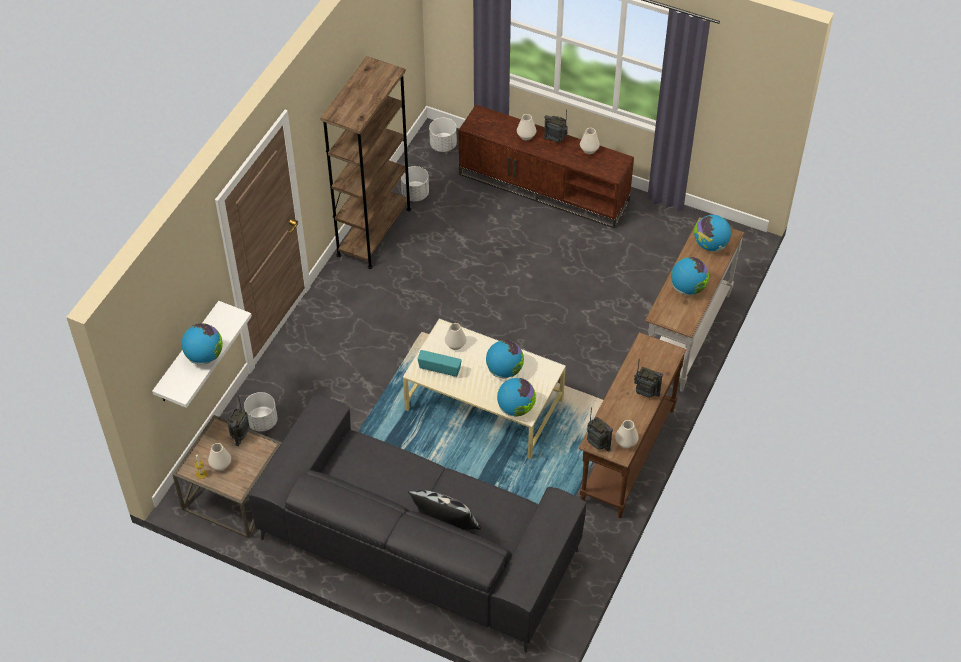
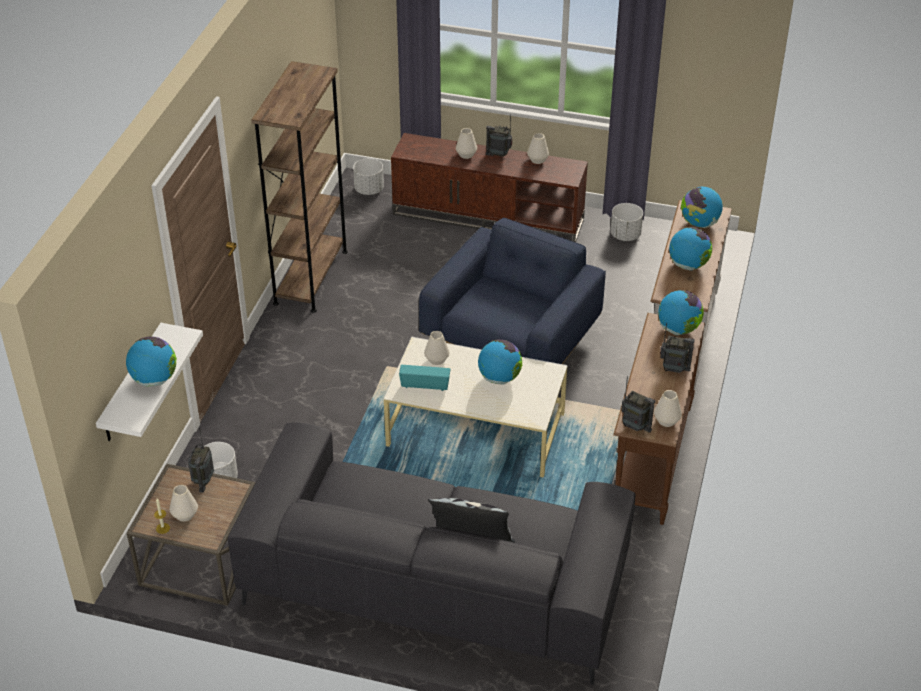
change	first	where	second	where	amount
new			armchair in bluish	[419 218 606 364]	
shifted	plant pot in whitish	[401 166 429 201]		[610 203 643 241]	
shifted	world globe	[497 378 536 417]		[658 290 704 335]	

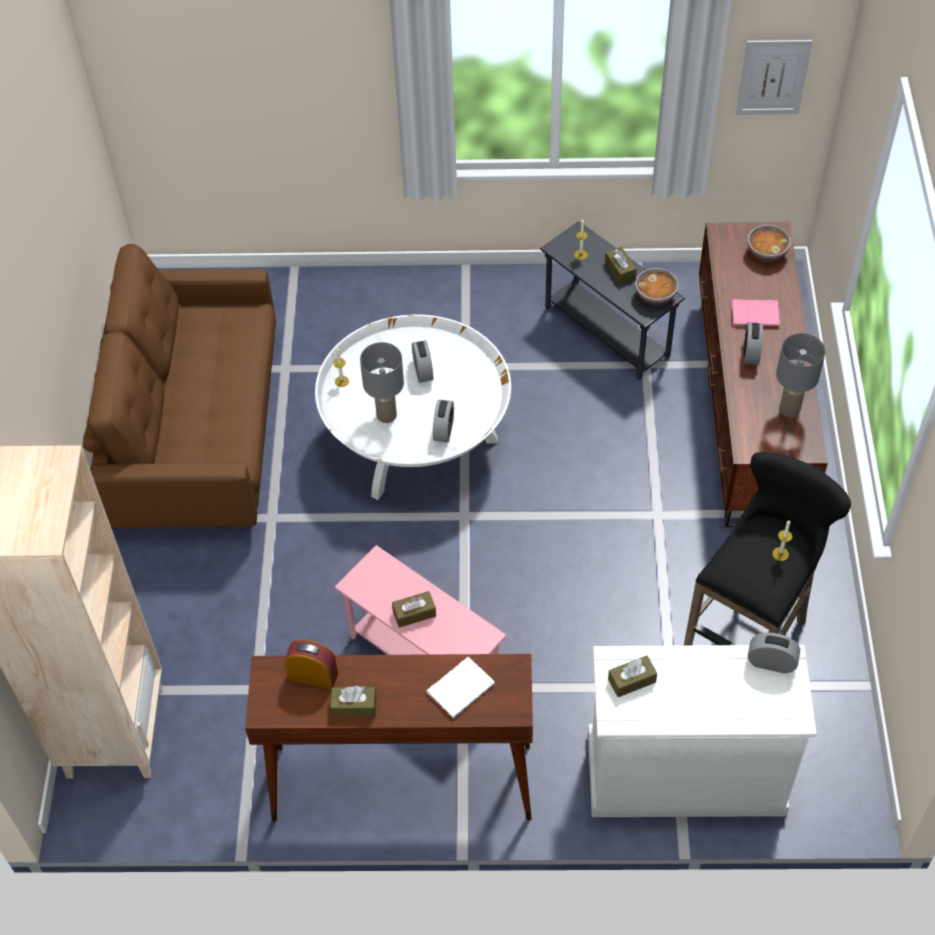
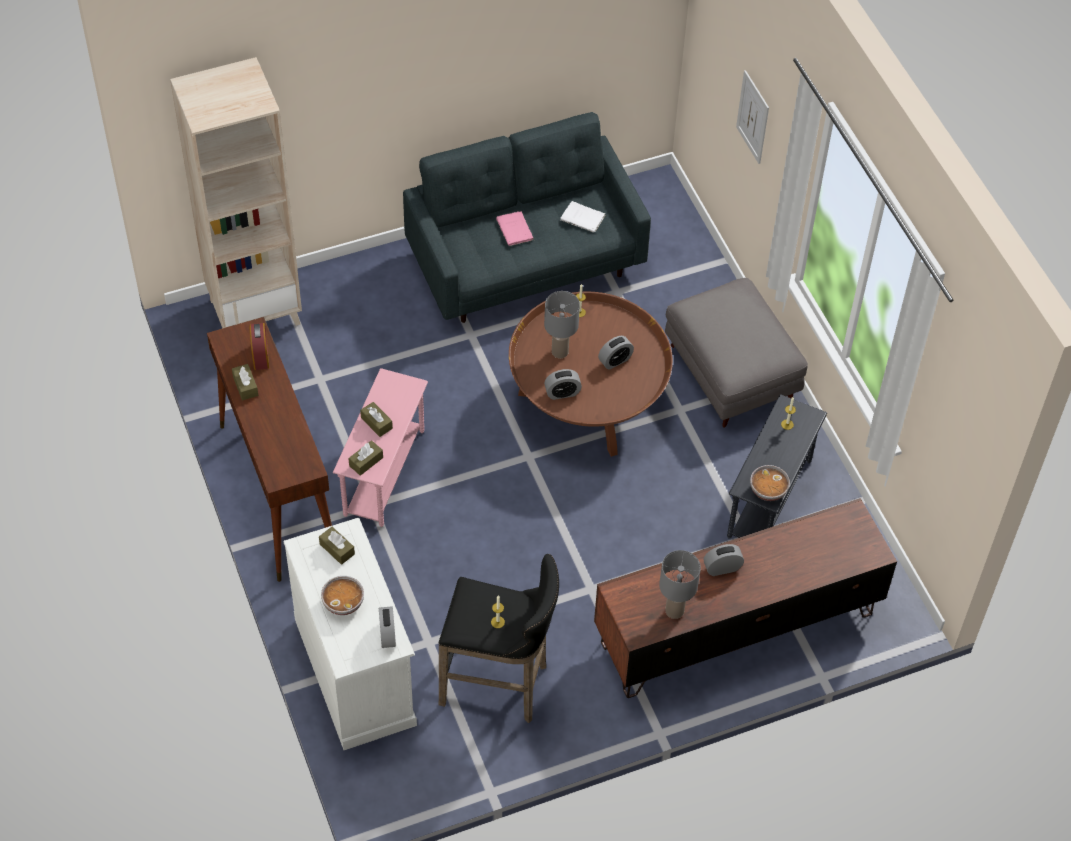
change	first	where	second	where	amount
shifted	bowl	[747 225 791 262]		[321 576 364 615]	
shifted	box of tissues in brown-coloured	[605 247 637 284]		[349 440 383 476]	
repainted	settee in brown-coloured	[83 244 276 527]	settee in gray	[403 112 651 323]	
shifted	volume in pink-coloured	[732 299 780 327]		[496 211 534 246]	
repainted	low table in whitish	[315 315 511 500]	low table in brown-coloured	[509 292 673 457]	
shifted	volume in whitish	[426 657 495 719]		[560 201 606 233]	
new			ottoman in gray	[665 278 808 428]	
shifted	wall art	[736 40 813 115]		[736 70 769 164]	

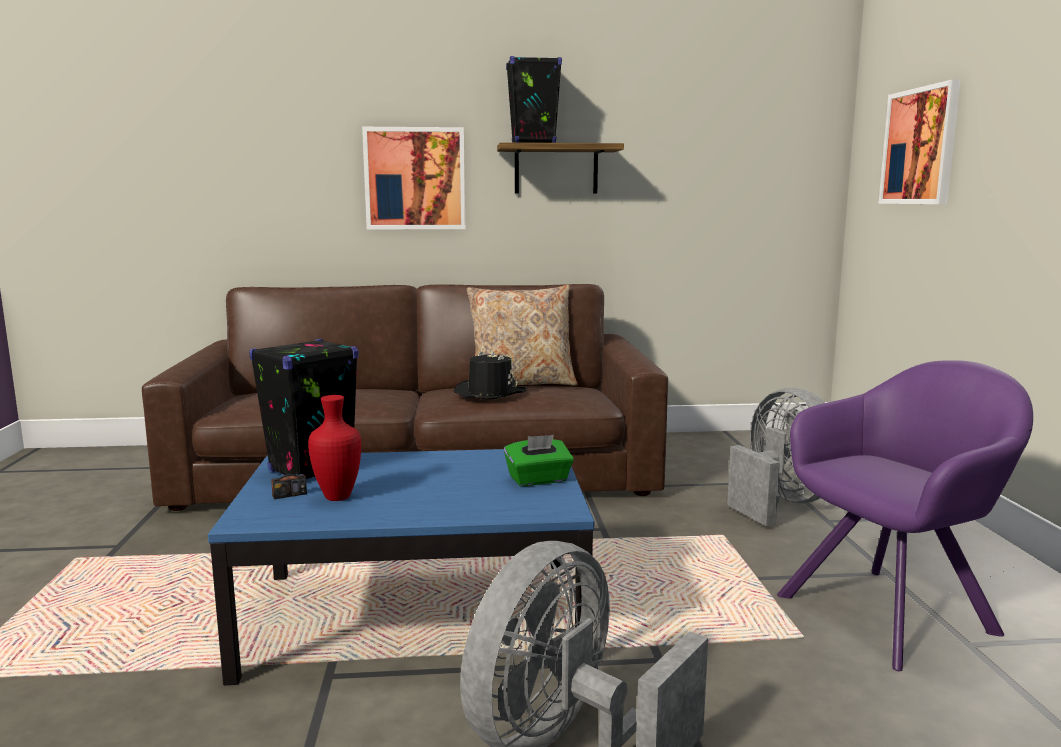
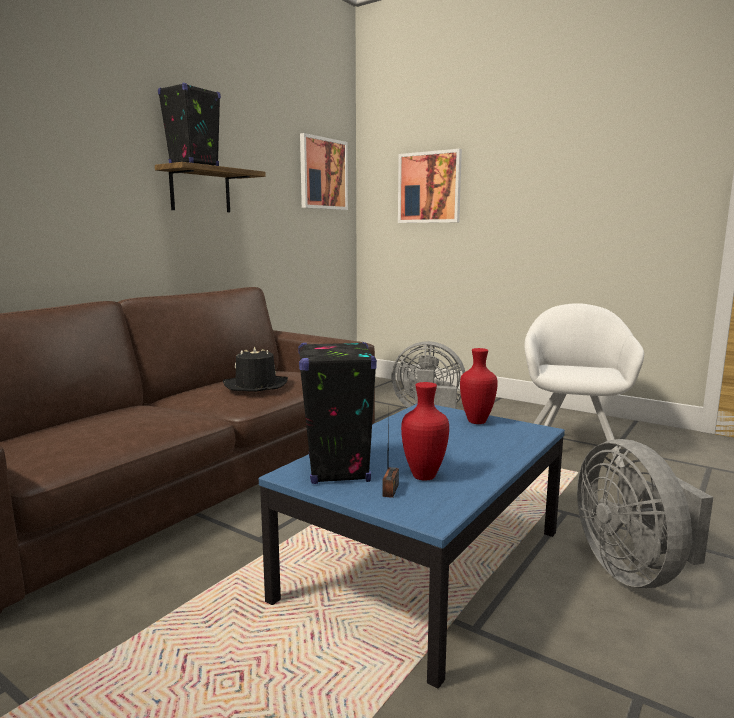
change	first	where	second	where	amount
shifted	wall art	[362 127 466 229]		[300 133 348 210]	
swapped	box of tissues in greenish	[504 435 574 486]	vase in red-coloured	[460 348 498 424]	
repainted	armchair in purple-coloured	[777 360 1033 671]	armchair in whitish	[524 303 644 468]	
gone	throw pillow in beige	[467 285 578 386]			

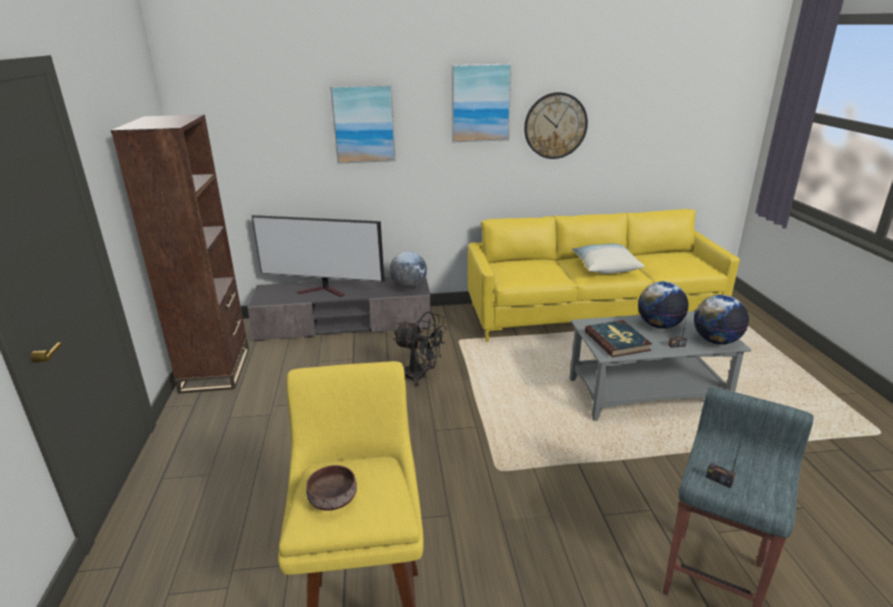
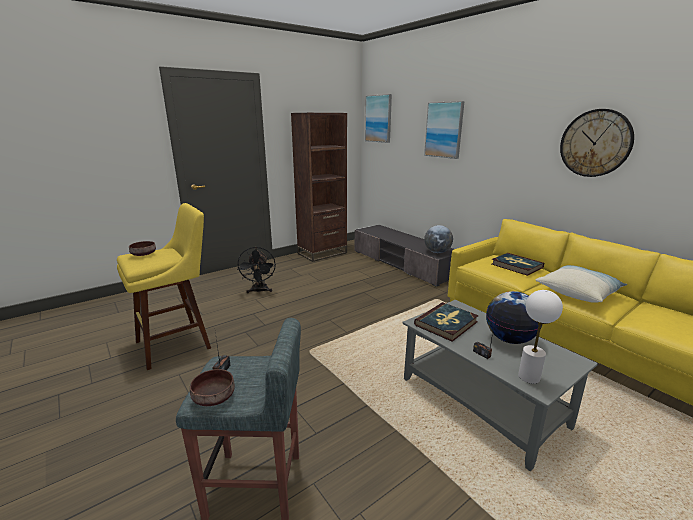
change	first	where	second	where	amount
new			bowl in brown-coloured	[190 369 235 406]	
shifted	fan in black-coloured	[393 311 446 387]		[237 247 276 293]	
shifted	wall art	[451 63 512 142]		[365 94 392 143]	
new			volume	[492 253 544 276]	
swapped	world globe	[694 295 749 345]	lamp for a table in whitish	[518 290 563 384]	
gone	TV	[252 215 384 297]			

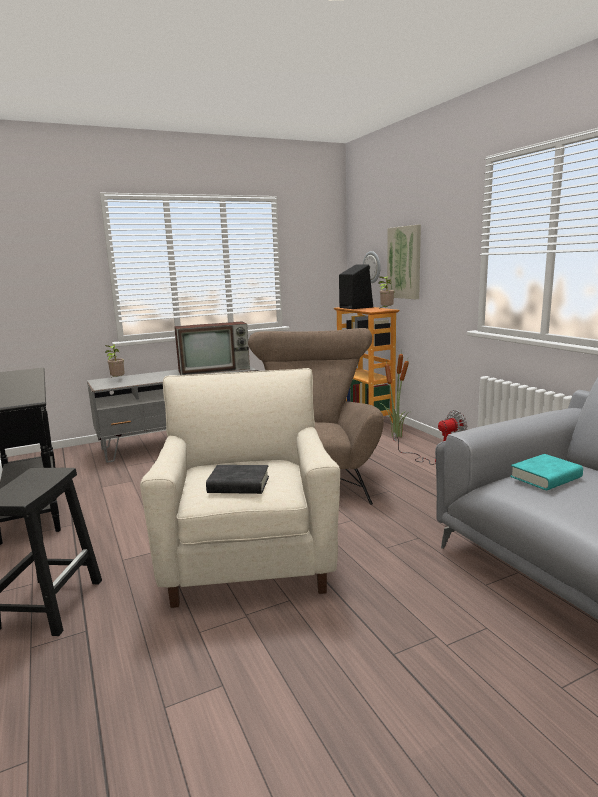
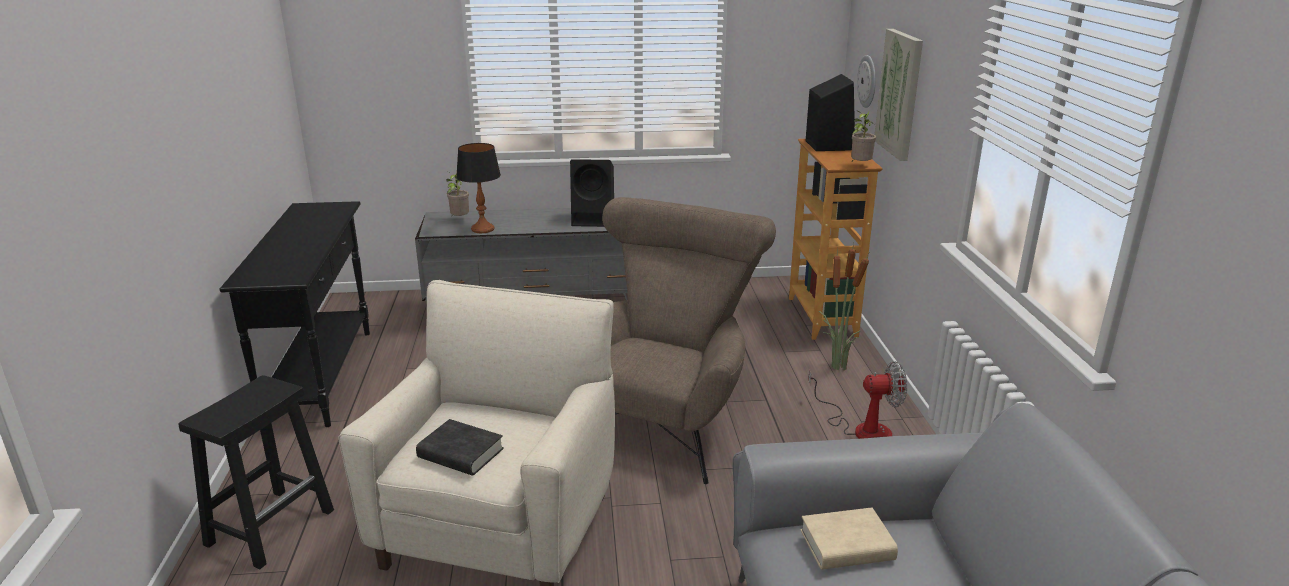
change	first	where	second	where	amount
new			lamp for a table	[456 143 501 233]	
swapped	TV	[174 322 250 375]	speaker in black-coloured	[570 159 614 227]	
repainted	volume in blue-green	[510 454 583 490]	volume in beige	[801 507 898 570]	

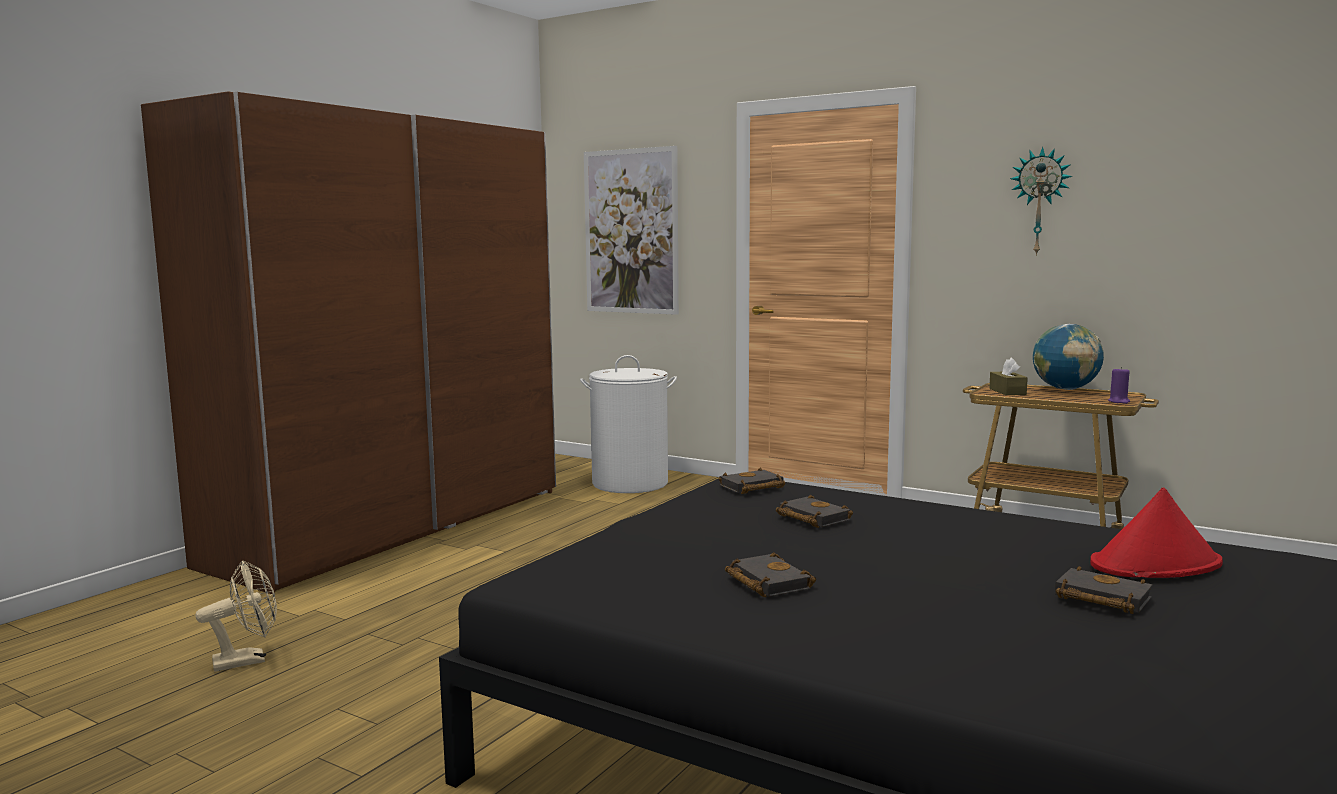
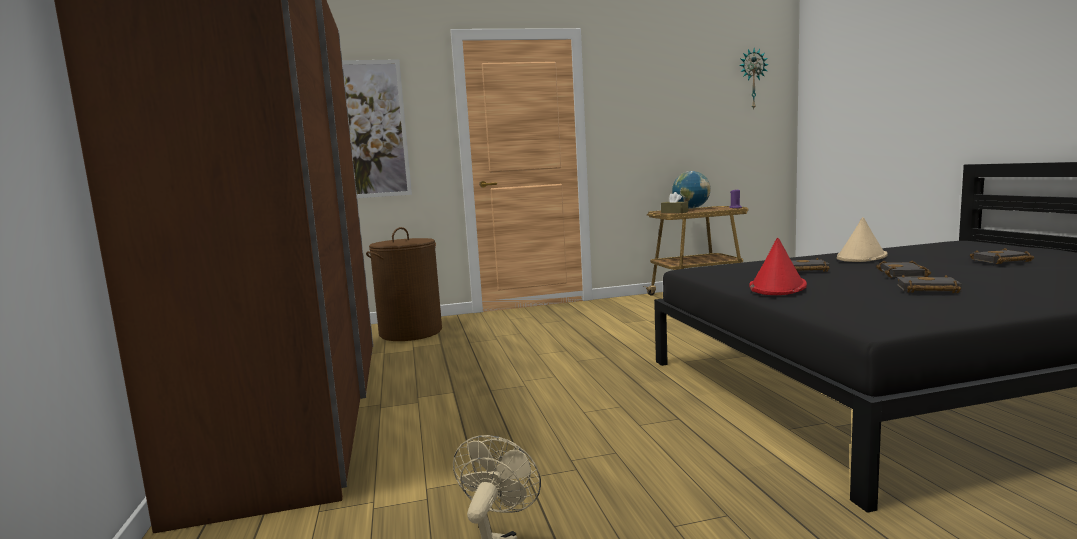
change	first	where	second	where	amount
repainted	hamper in whitish	[580 355 677 493]	hamper in brown-coloured	[366 227 442 341]	
shifted	hanging clock	[1010 147 1072 256]		[739 48 769 109]	
shifted	clothing hat in red-coloured	[1090 488 1223 578]		[749 238 807 295]	
new			clothing hat in beige	[837 217 887 262]	
shifted	volume in black-coloured	[719 468 785 494]		[876 261 931 278]	

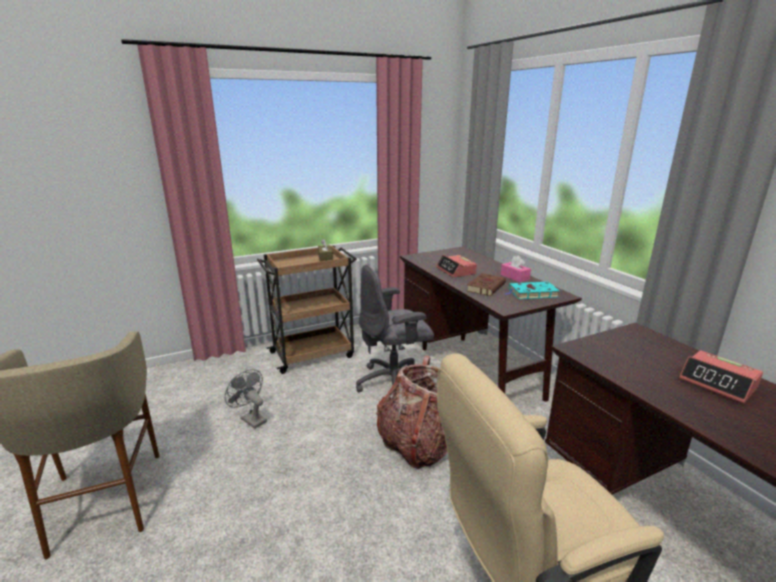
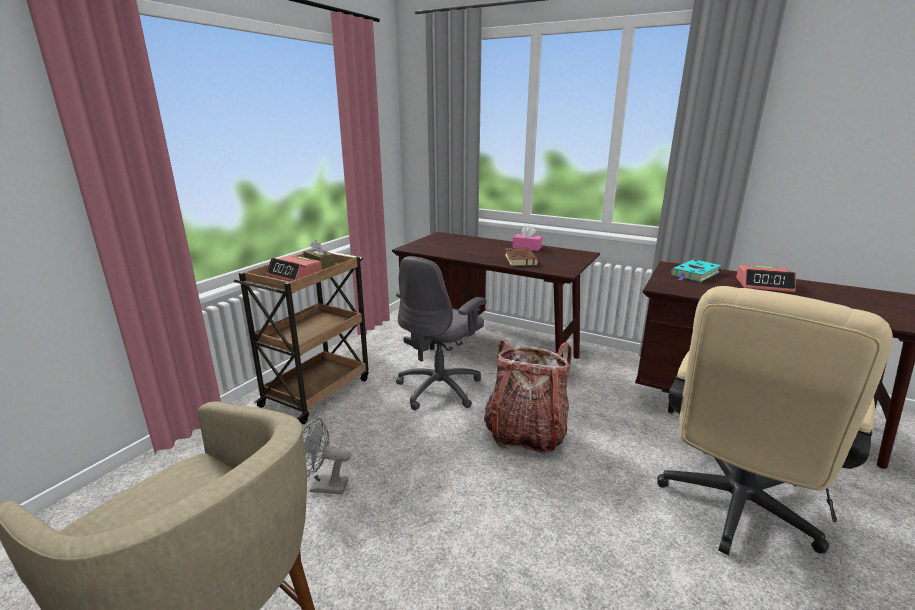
change	first	where	second	where	amount
shifted	alarm clock	[436 255 477 278]		[266 255 322 282]	
shifted	volume in blue-green	[504 282 560 299]		[671 259 721 282]	

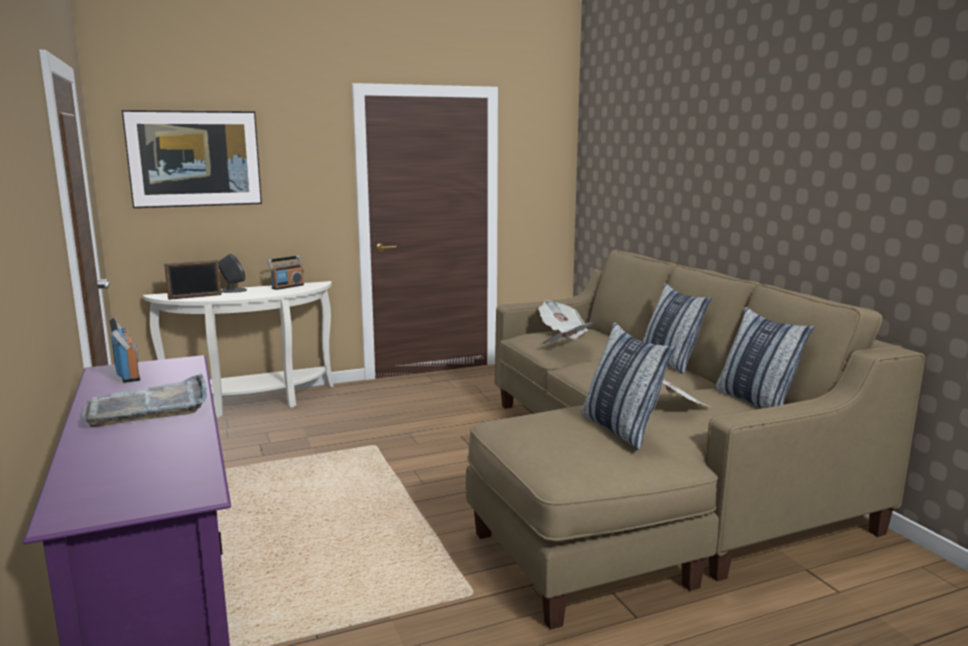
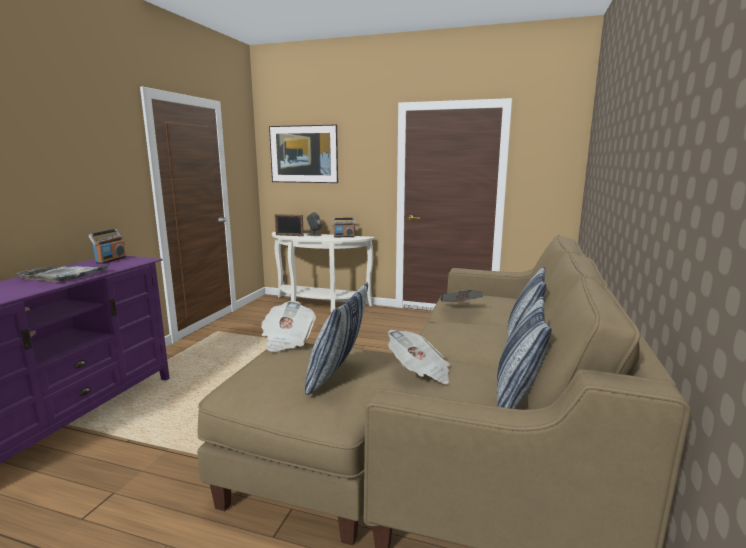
change	first	where	second	where	amount
shifted	newspaper	[538 300 588 339]		[261 301 316 352]	

